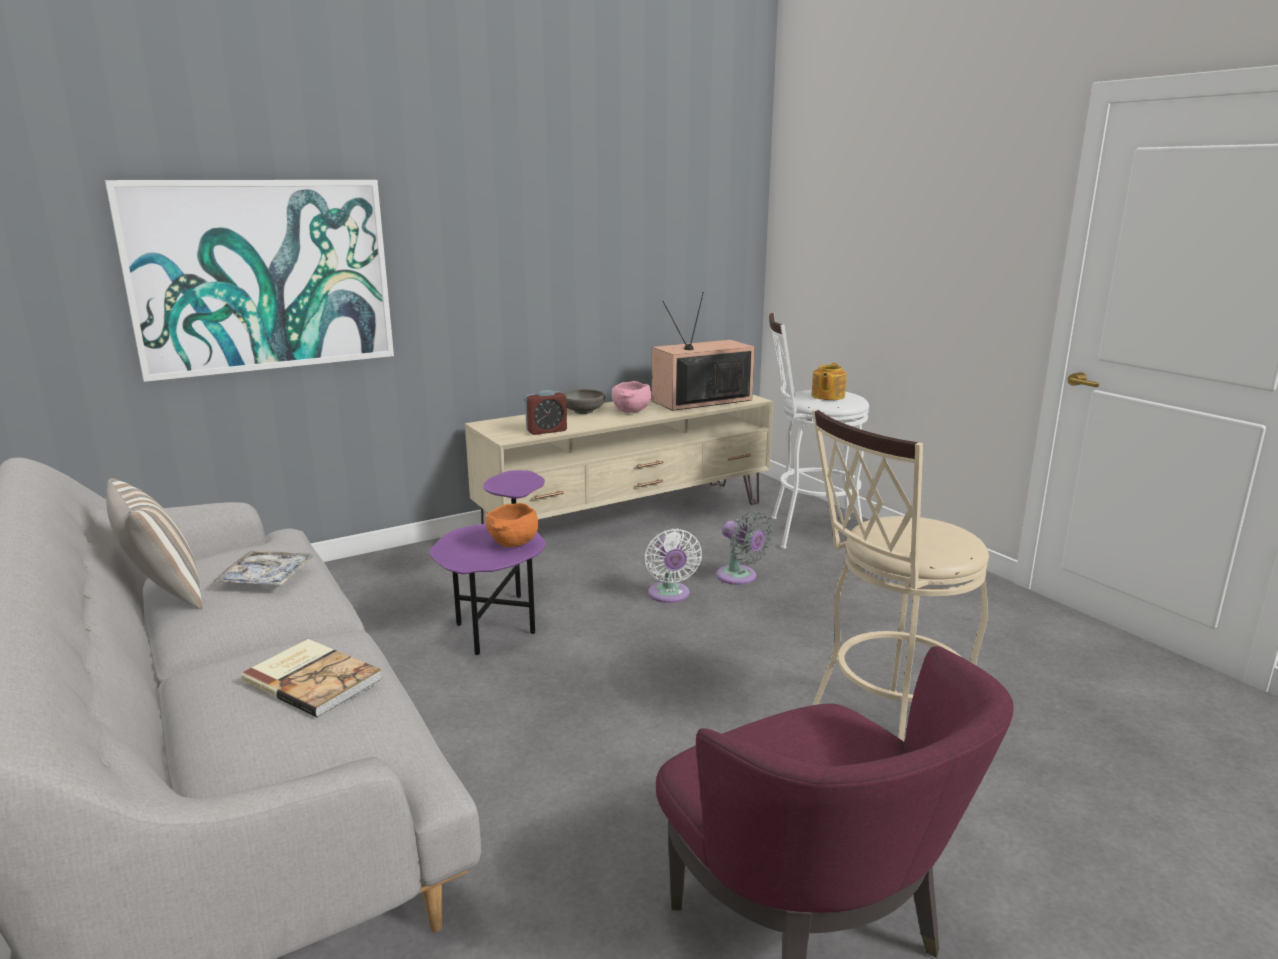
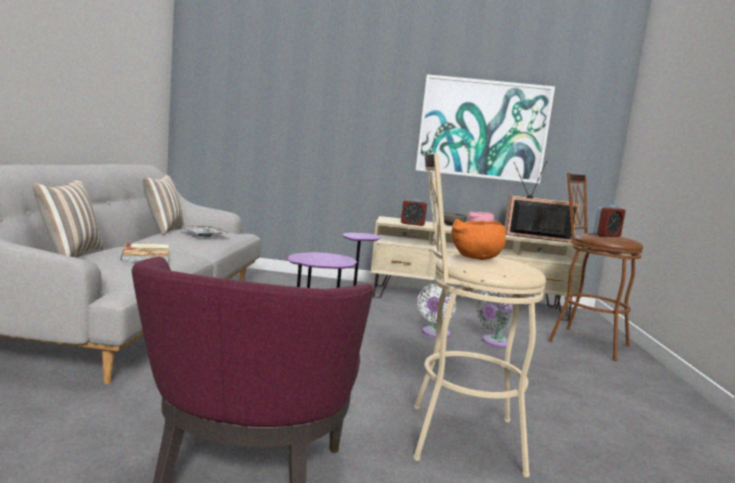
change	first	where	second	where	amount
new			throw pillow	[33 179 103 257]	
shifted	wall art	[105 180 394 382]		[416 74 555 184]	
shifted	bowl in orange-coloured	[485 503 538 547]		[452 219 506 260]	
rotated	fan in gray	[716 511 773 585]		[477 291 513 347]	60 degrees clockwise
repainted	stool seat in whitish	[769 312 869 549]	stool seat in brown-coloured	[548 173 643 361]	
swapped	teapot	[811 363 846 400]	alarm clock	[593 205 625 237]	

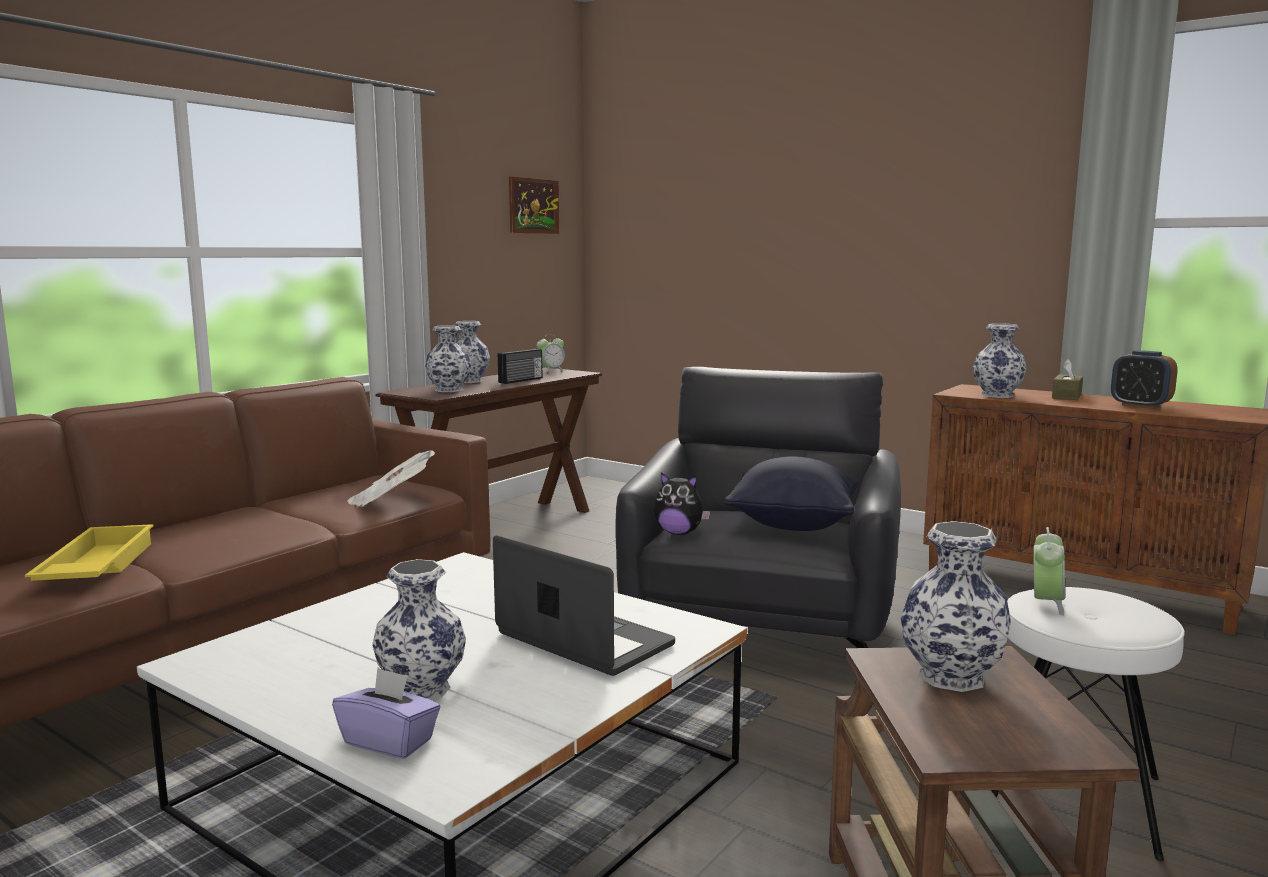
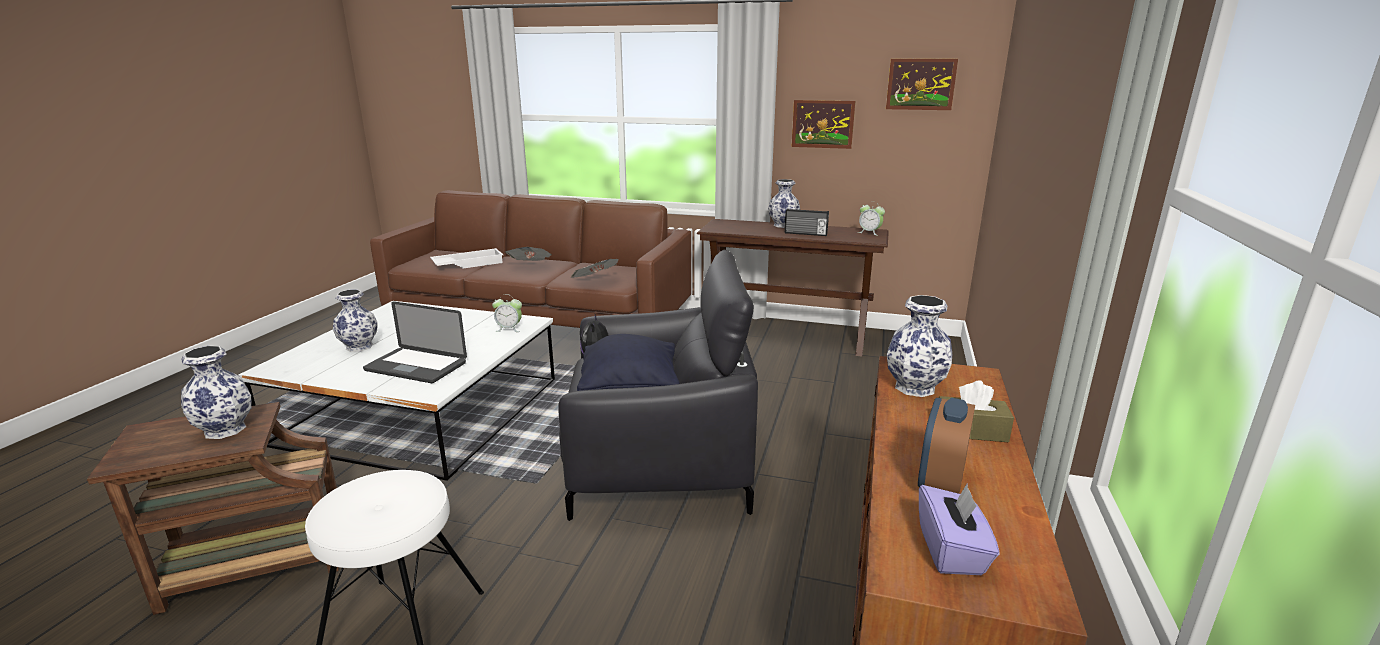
change	first	where	second	where	amount
rotated	notebook computer	[493 536 675 676]		[363 301 467 383]	90 degrees clockwise
repainted	carrying tray in yellowish	[25 524 154 581]	carrying tray in whitish	[430 248 503 268]	
shifted	alarm clock	[1033 527 1065 615]		[492 295 522 332]	
new			newspaper	[505 247 552 261]	
new			wall art	[791 100 855 149]	
shifted	box of tissues in purple-coloured	[332 668 441 759]		[919 484 1000 575]	
gone	vase	[425 325 471 392]			

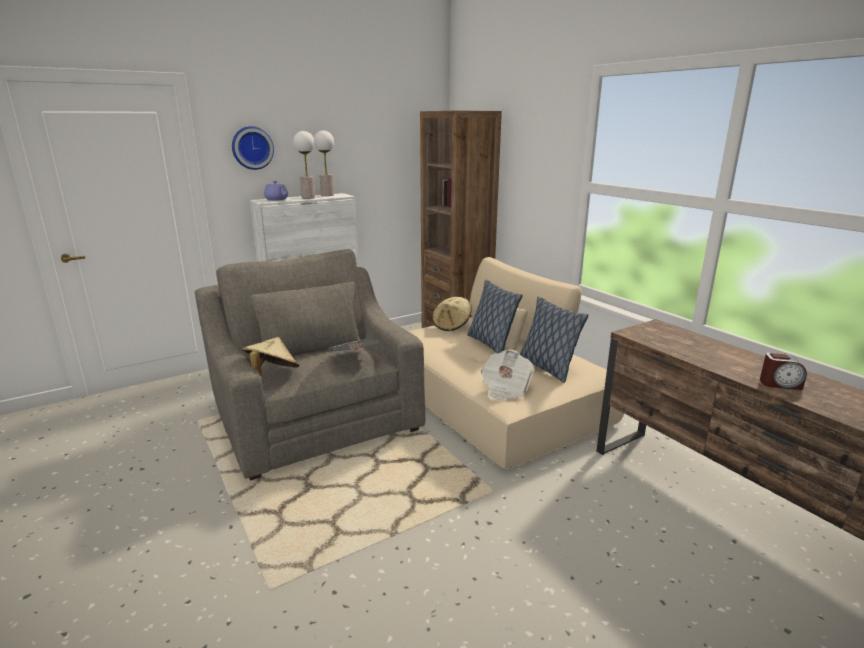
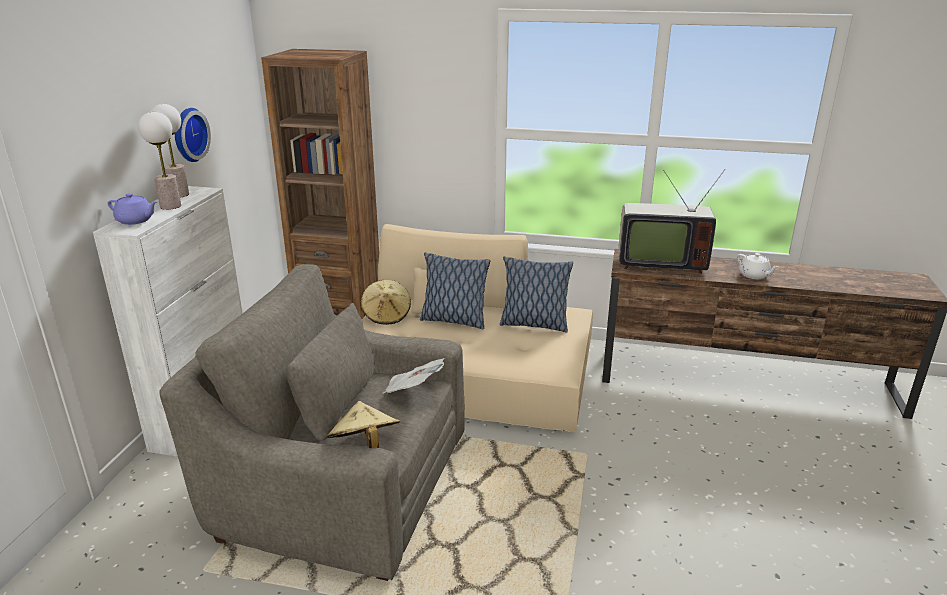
change	first	where	second	where	amount
shifted	hanging clock	[232 126 274 170]		[175 108 211 162]	
new			TV	[619 169 726 274]	
swapped	alarm clock	[760 353 807 390]	teapot in whitish	[737 253 779 279]	
gone	newspaper	[481 349 535 400]			

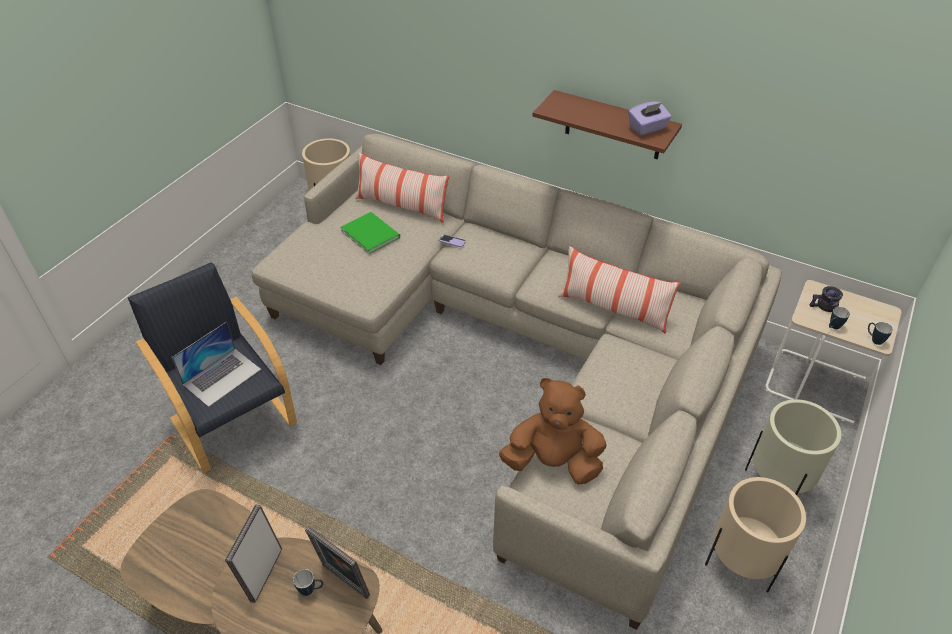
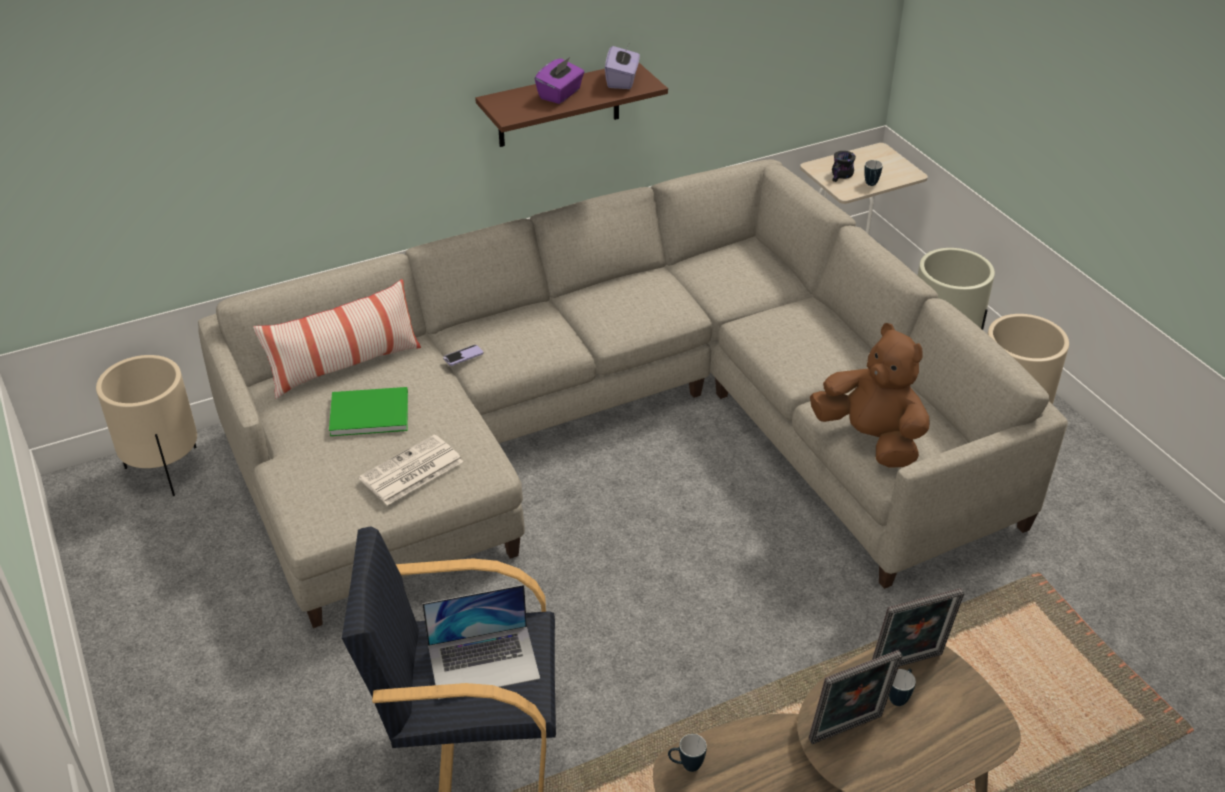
change	first	where	second	where	amount
new			newspaper	[359 434 463 505]	
rotated	notebook computer	[172 322 261 407]		[422 585 540 699]	90 degrees clockwise
new			box of tissues in purple-coloured	[535 57 584 104]	
shifted	mug	[868 322 893 345]		[668 734 707 772]	
rotated	standing frame	[225 504 282 603]		[808 650 902 744]	75 degrees counterclockwise
rotated	plush toy in brown-coloured	[499 378 607 484]		[810 323 930 468]	90 degrees clockwise
gone	throw pillow	[558 246 681 334]			

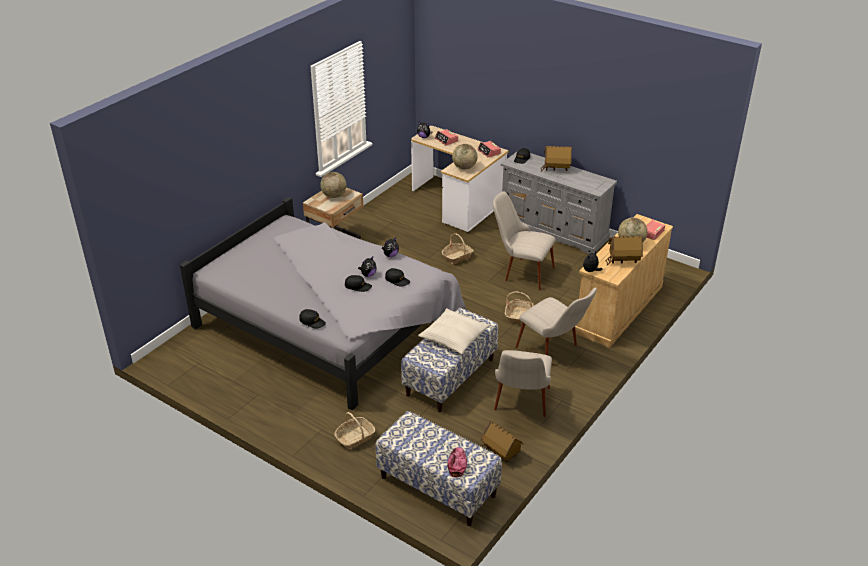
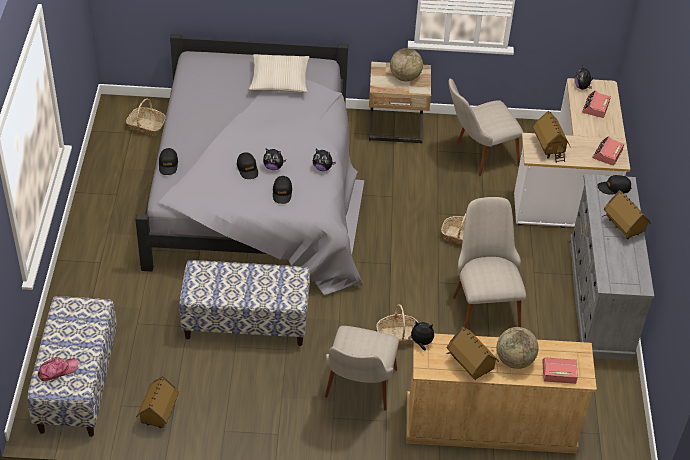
change	first	where	second	where	amount
shifted	household basket	[334 412 375 449]		[126 98 166 135]	
shifted	throw pillow in beige	[418 308 490 354]		[249 54 310 93]	
shifted	chair in beige	[494 350 552 417]		[448 79 523 177]	
swapped	world globe	[452 144 477 169]	miniature house	[533 110 570 163]	

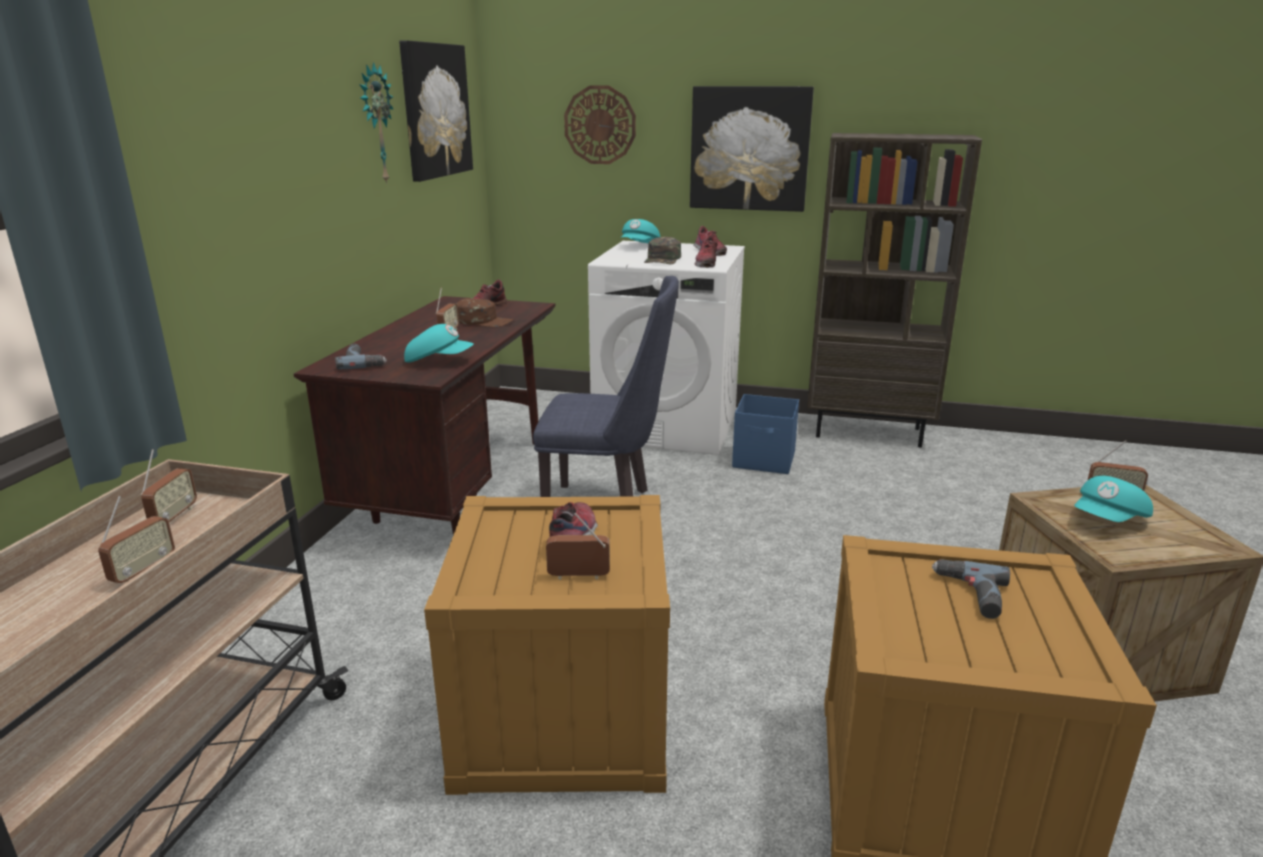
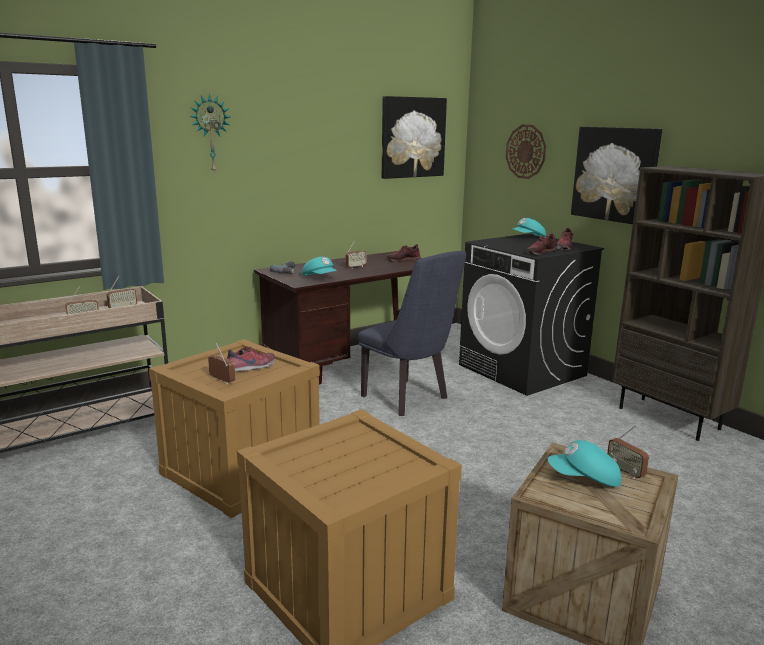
change	first	where	second	where	amount
shifted	hanging clock	[359 62 394 184]		[190 94 230 174]	
repainted	washing machine in whitish	[588 241 745 455]	washing machine in black-coloured	[459 233 604 396]	
gone	baseball cap in brown-coloured	[456 298 514 327]			
gone	baseball cap in greenish	[644 237 681 264]			
gone	storage bin in bluish	[732 394 799 474]			
gone	electric drill	[932 559 1010 619]			

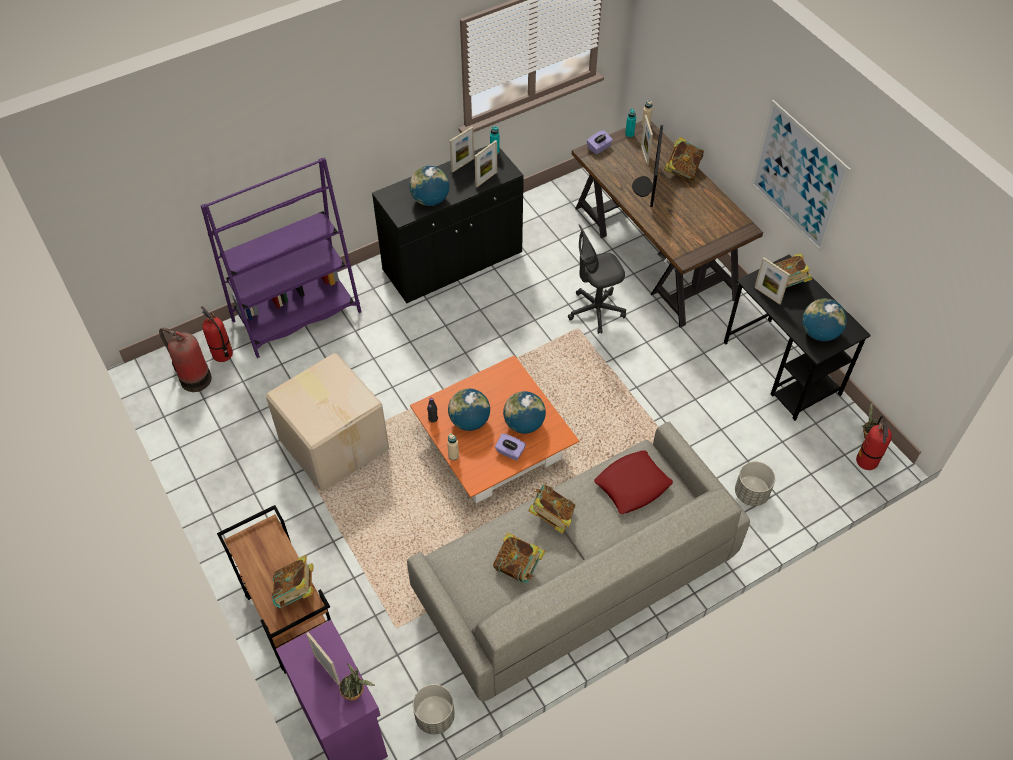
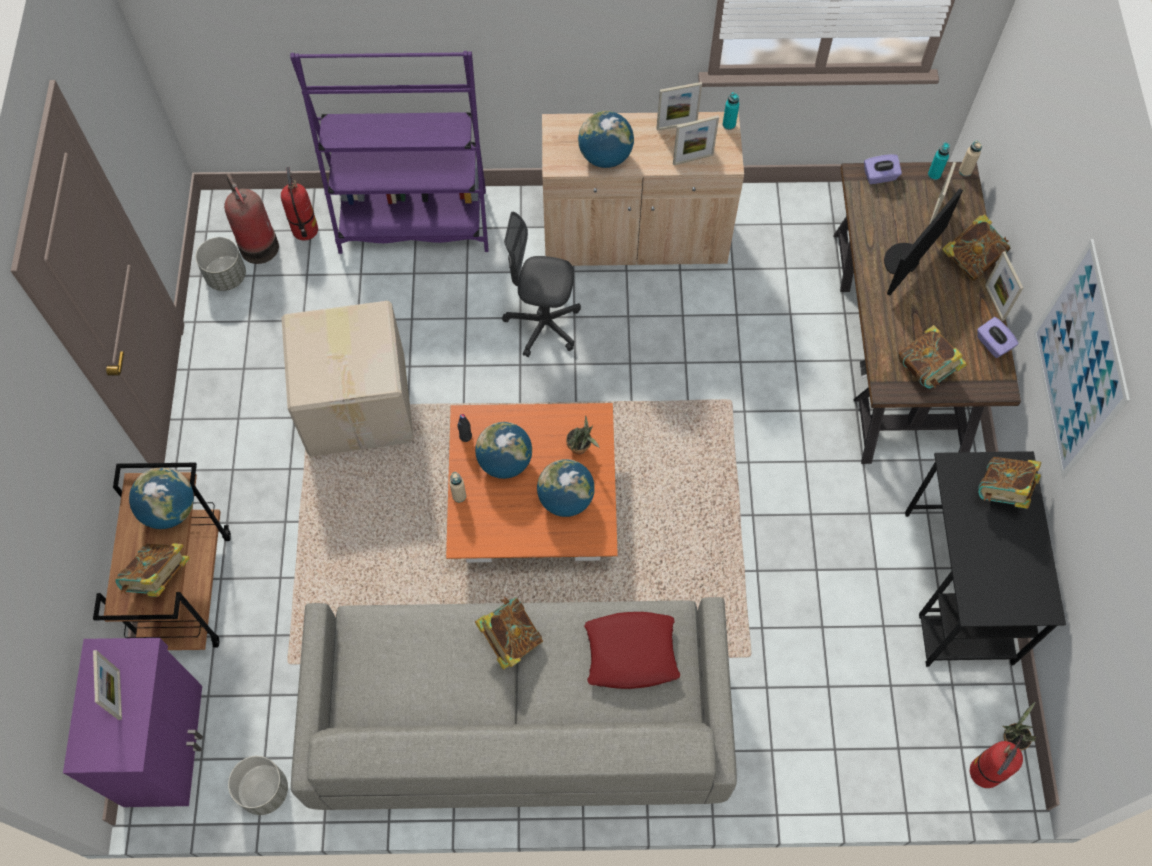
change	first	where	second	where	amount
shifted	world globe	[802 299 847 341]		[129 467 194 529]	
shifted	plant pot in gray	[735 461 775 506]		[196 237 246 291]	
shifted	computer chair in gray	[568 224 626 334]		[502 212 581 357]	
repainted	cabinet in black-coloured	[372 146 524 303]	cabinet in beige	[542 112 744 266]	
shifted	potted plant	[339 663 375 701]		[566 415 599 455]	
shifted	volume	[493 532 545 583]		[899 325 967 389]	
shifted	box of tissues in purple-coloured	[495 433 526 461]		[977 317 1019 358]	
shifted	standing frame	[754 257 790 305]		[985 251 1023 321]	

